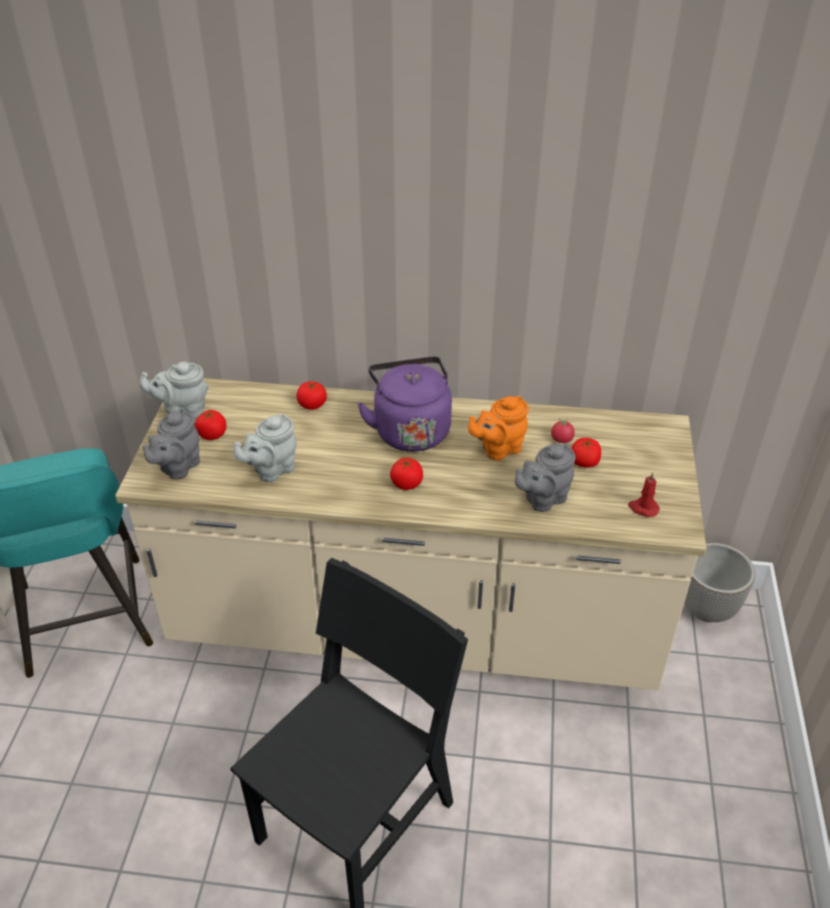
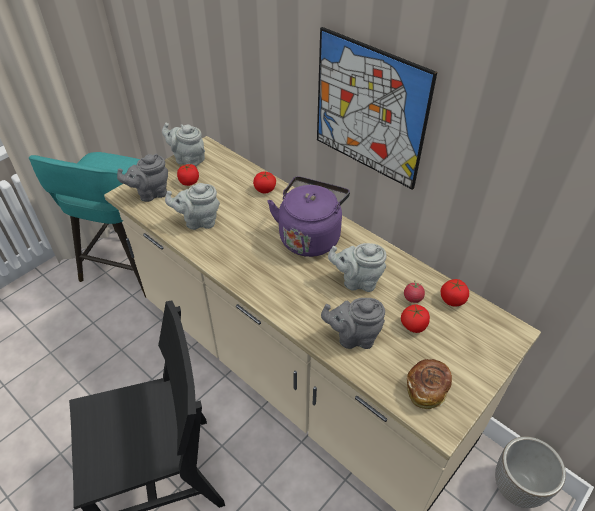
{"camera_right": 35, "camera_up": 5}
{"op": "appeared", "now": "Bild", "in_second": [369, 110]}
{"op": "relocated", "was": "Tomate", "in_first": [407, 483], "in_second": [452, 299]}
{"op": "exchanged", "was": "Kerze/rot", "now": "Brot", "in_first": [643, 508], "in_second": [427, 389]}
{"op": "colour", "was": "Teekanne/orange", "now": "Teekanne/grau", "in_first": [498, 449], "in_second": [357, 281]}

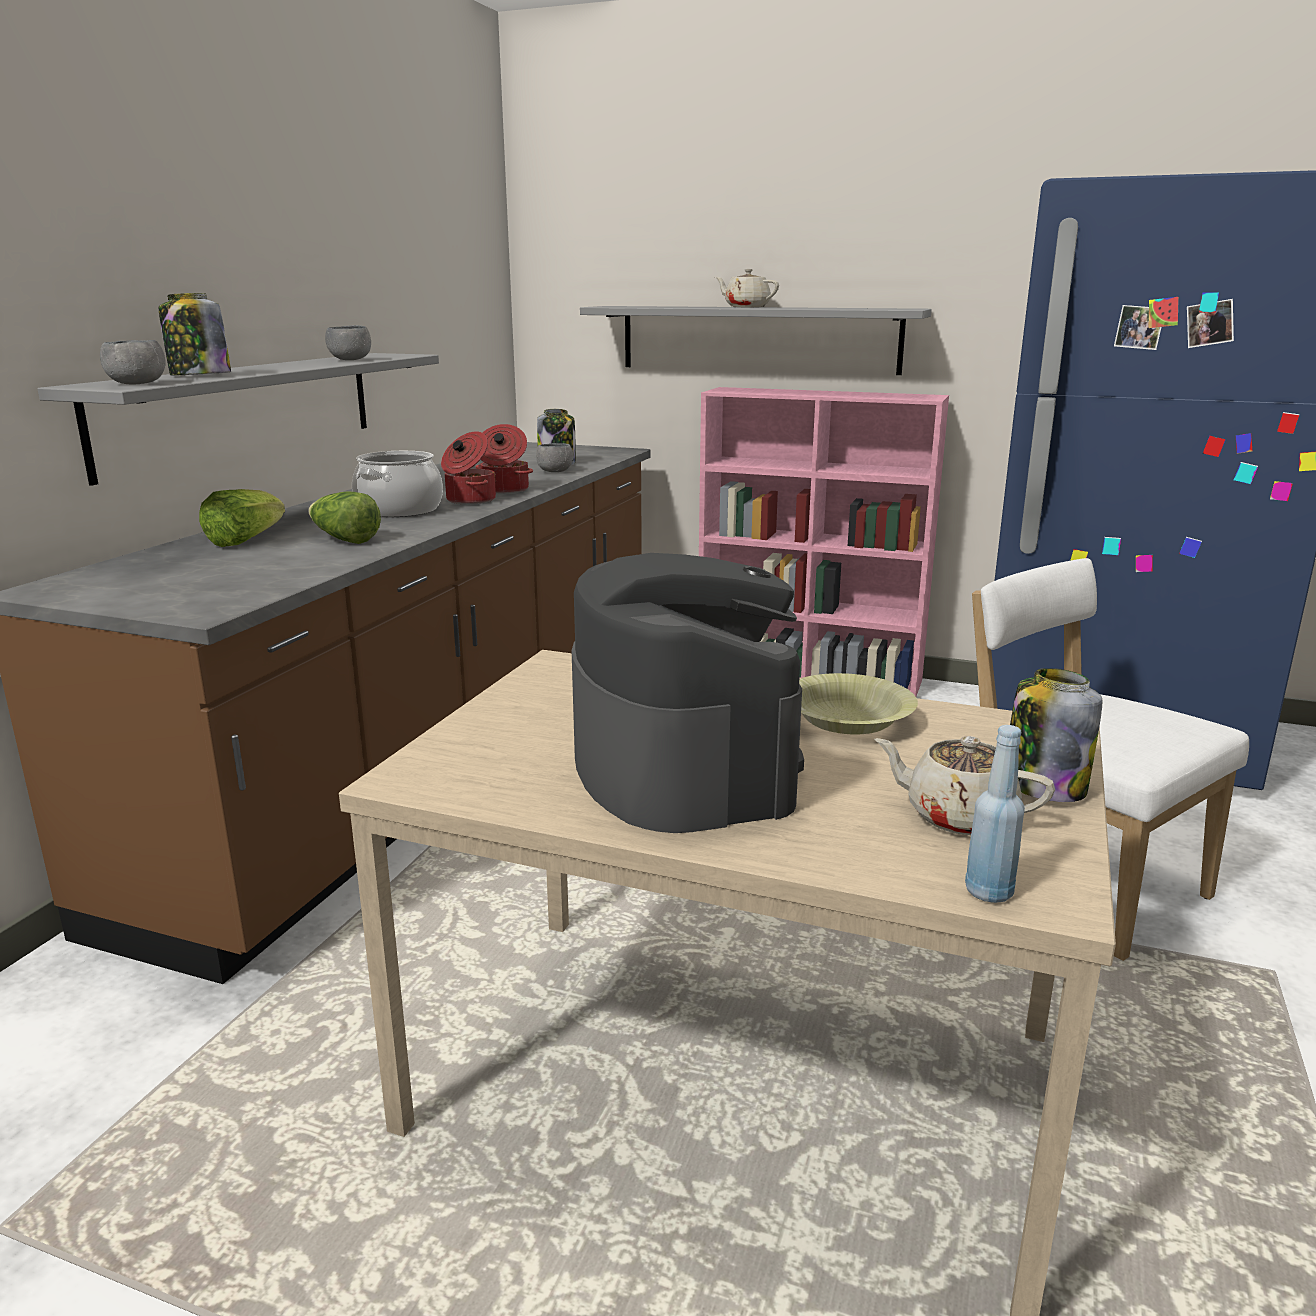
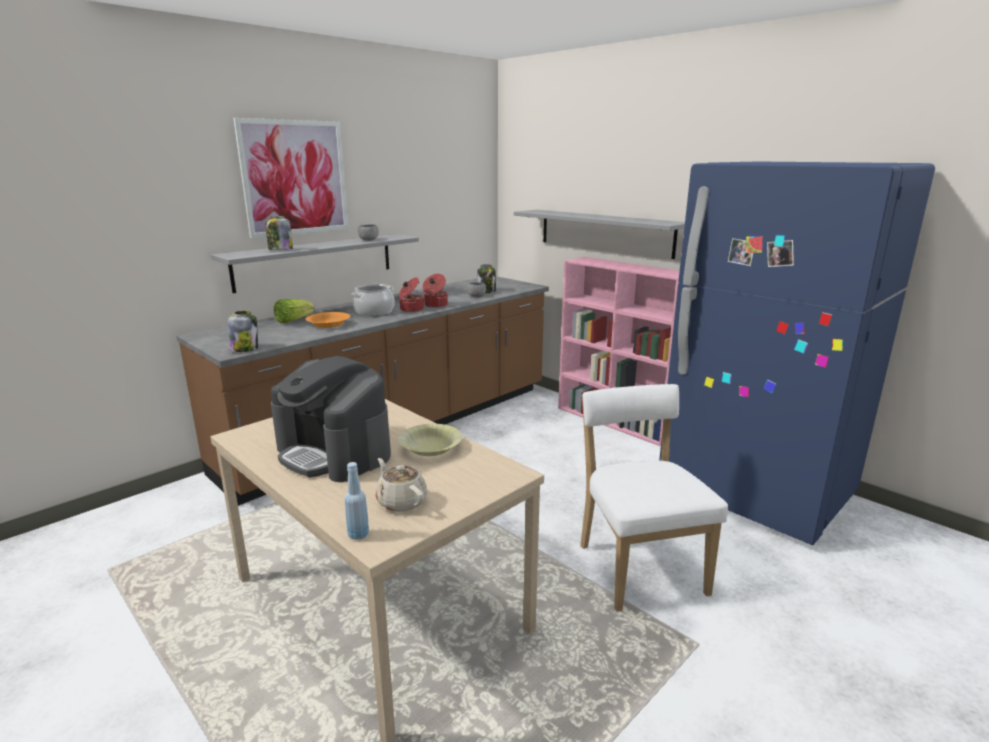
{"camera_right": 25, "camera_up": 0}
{"op": "missing", "was": "Schüssel/grau", "in_first": [137, 384]}
{"op": "missing", "was": "Teekanne/beige", "in_first": [746, 307]}
{"op": "appeared", "now": "Bild", "in_second": [295, 178]}
{"op": "relocated", "was": "Vorratsglas", "in_first": [1042, 786], "in_second": [244, 349]}
{"op": "exchanged", "was": "Salatkopf", "now": "Schüssel/orange", "in_first": [344, 539], "in_second": [328, 325]}
{"op": "spun", "was": "Kaffeemaschine", "in_first": [682, 765], "in_second": [334, 453], "clockwise": 120}

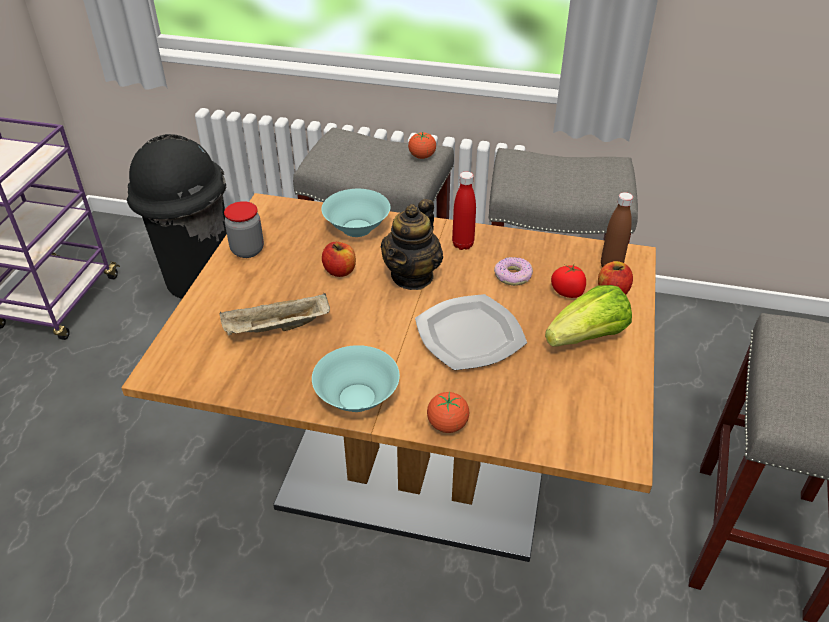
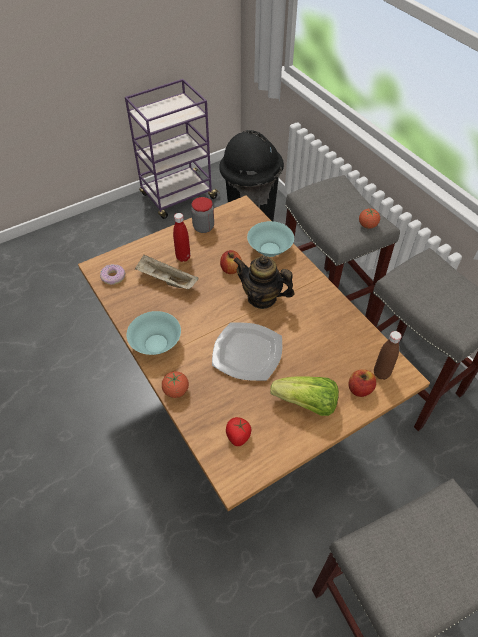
{"camera_right": 45, "camera_up": 10}
{"op": "relocated", "was": "Flasche/rot", "in_first": [463, 244], "in_second": [183, 257]}
{"op": "relocated", "was": "Donut", "in_first": [513, 276], "in_second": [113, 277]}
{"op": "relocated", "was": "Tomate", "in_first": [567, 292], "in_second": [238, 436]}
{"op": "spun", "was": "Teekanne", "in_first": [412, 276], "in_second": [262, 298], "clockwise": 45}

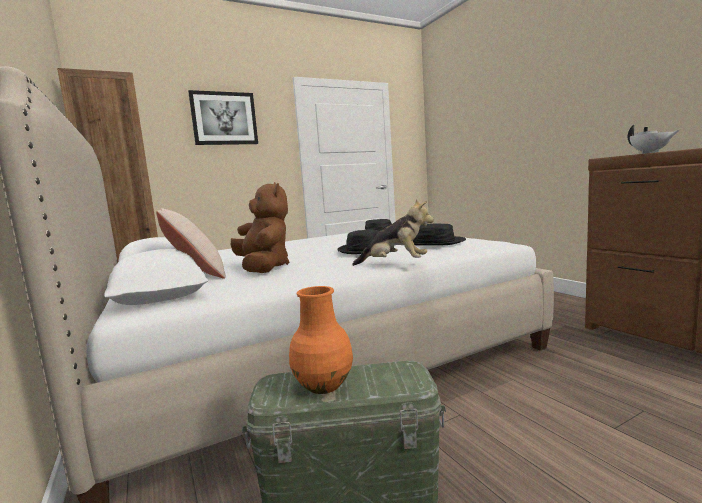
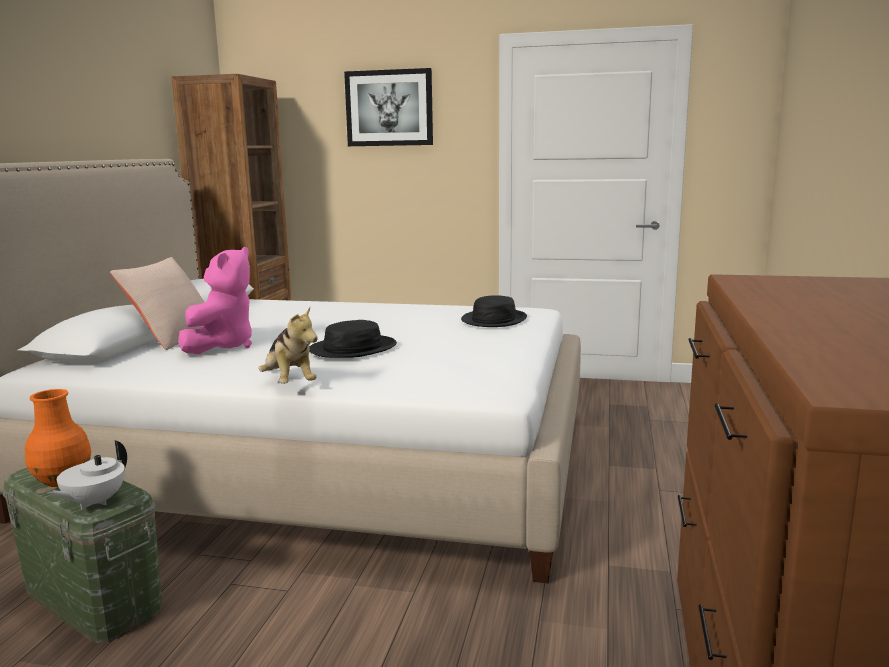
{"camera_right": 40, "camera_up": 5}
{"op": "missing", "was": "Hut/schwarz", "in_first": [433, 242]}
{"op": "relocated", "was": "Teekanne/weiß", "in_first": [650, 152], "in_second": [94, 502]}
{"op": "colour", "was": "Plüschtier/braun", "now": "Plüschtier/rosa", "in_first": [264, 268], "in_second": [222, 346]}

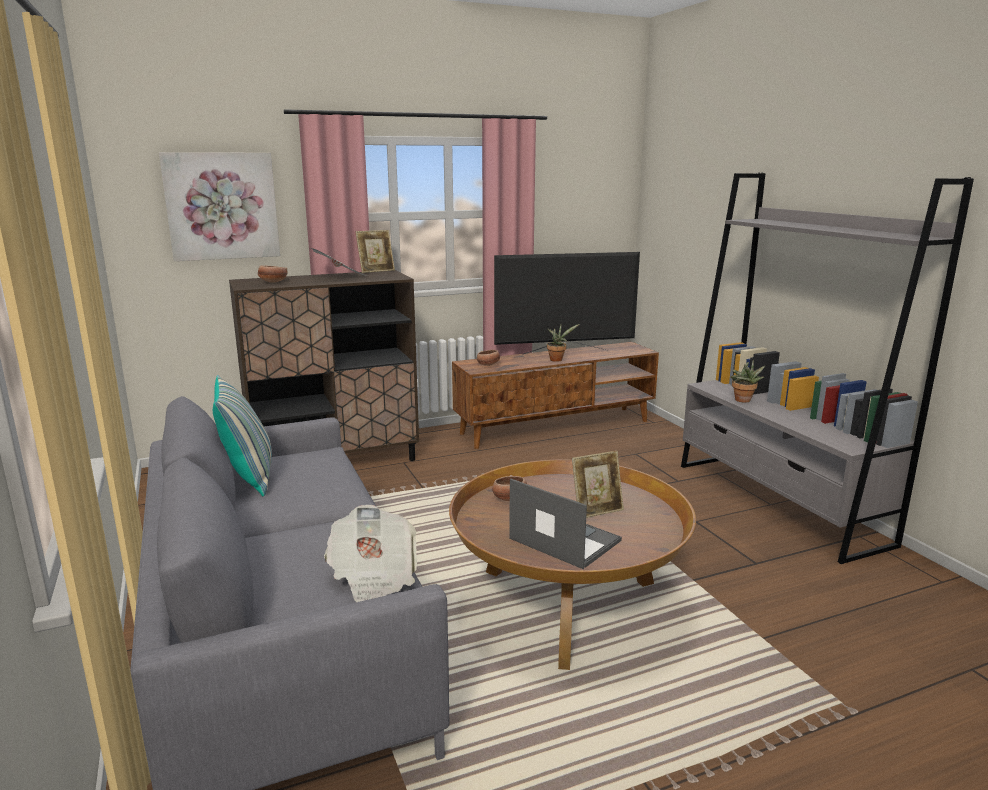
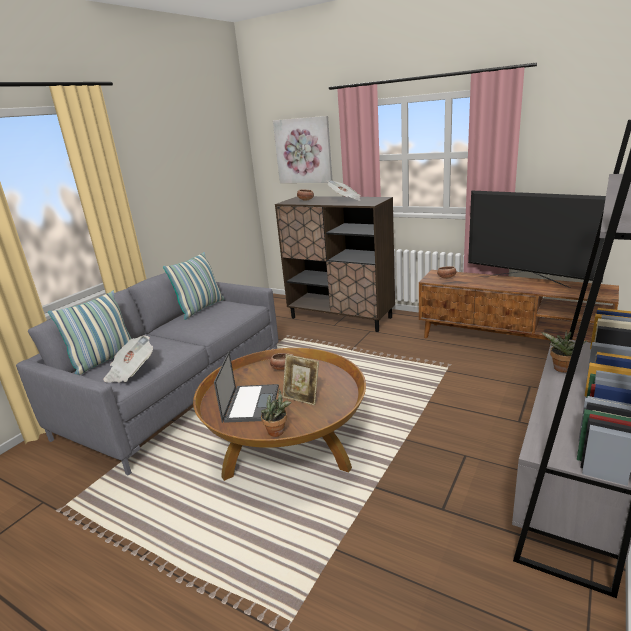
{"camera_right": 55, "camera_up": 5}
{"op": "missing", "was": "Bilderrahmen", "in_first": [376, 271]}
{"op": "appeared", "now": "Kissen", "in_second": [104, 360]}
{"op": "relocated", "was": "Topfpflanze", "in_first": [557, 359], "in_second": [278, 432]}

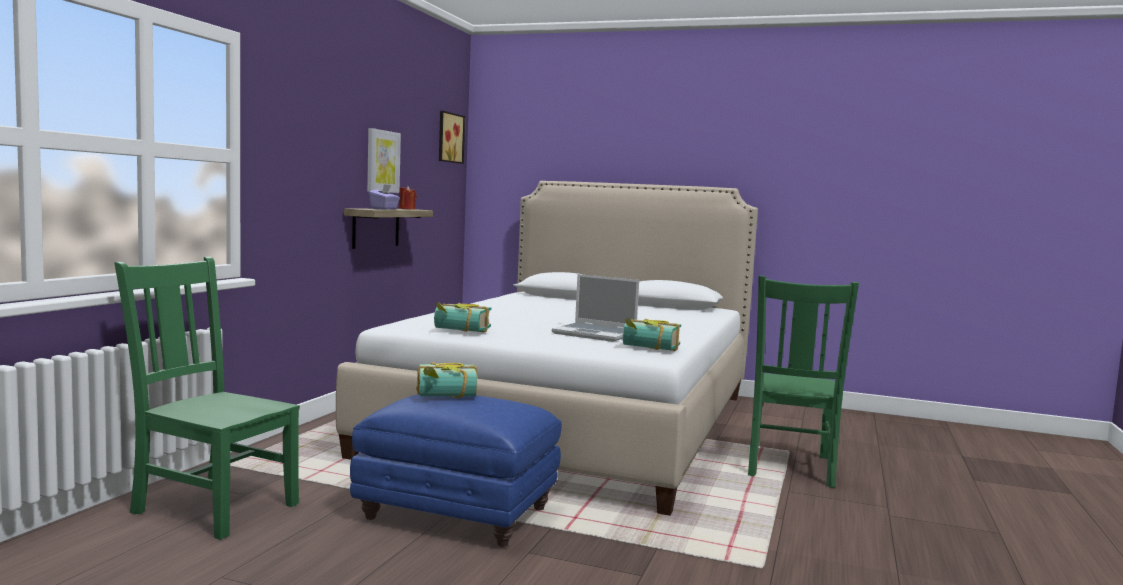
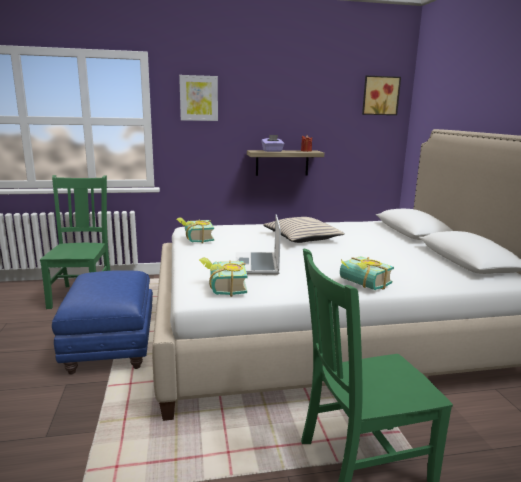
{"camera_right": 60, "camera_up": 10}
{"op": "appeared", "now": "Kissen/beige", "in_second": [302, 237]}
{"op": "relocated", "was": "Bild", "in_first": [382, 161], "in_second": [198, 98]}
{"op": "relocated", "was": "Buch", "in_first": [447, 397], "in_second": [361, 284]}

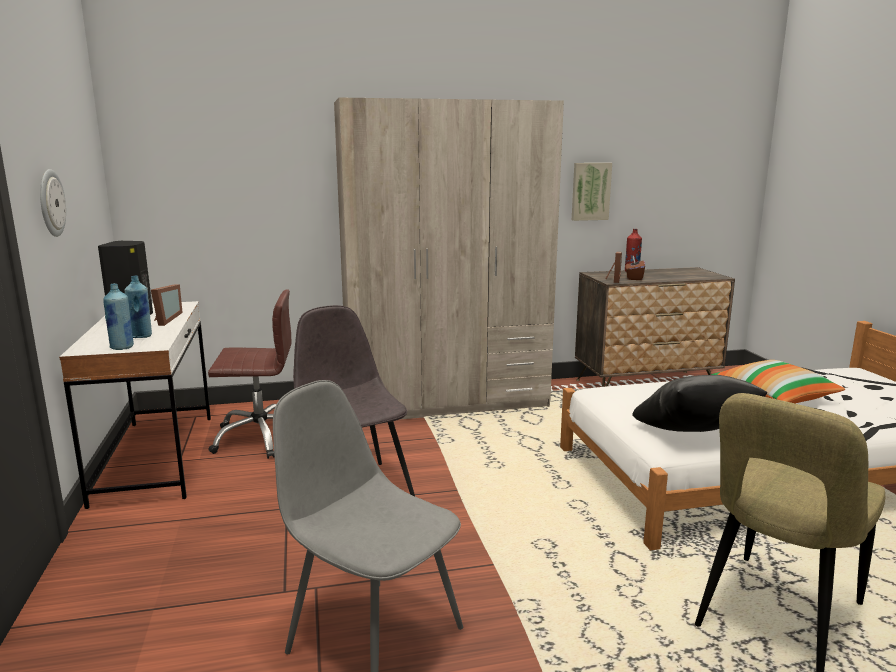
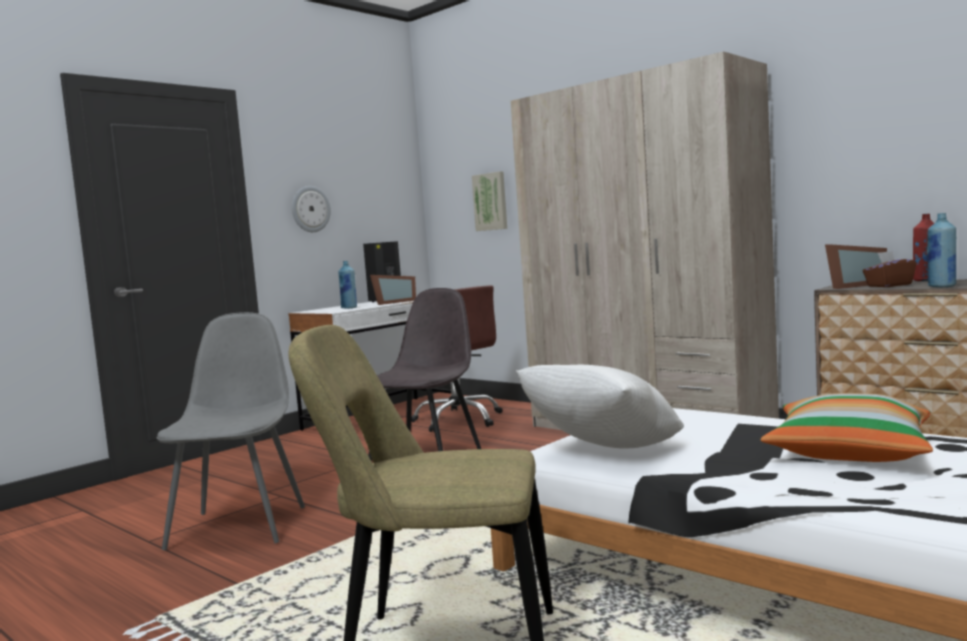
{"camera_right": 55, "camera_up": -10}
{"op": "relocated", "was": "Flasche/blau", "in_first": [122, 347], "in_second": [942, 286]}
{"op": "relocated", "was": "Bild", "in_first": [590, 191], "in_second": [491, 201]}
{"op": "colour", "was": "Kissen/schwarz", "now": "Kissen/weiß", "in_first": [694, 436], "in_second": [603, 452]}

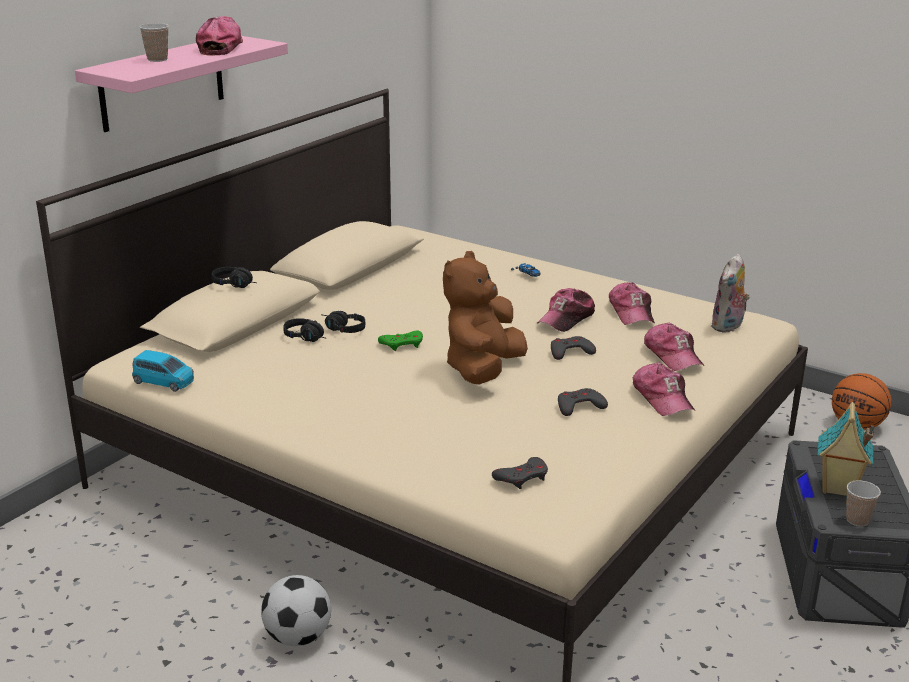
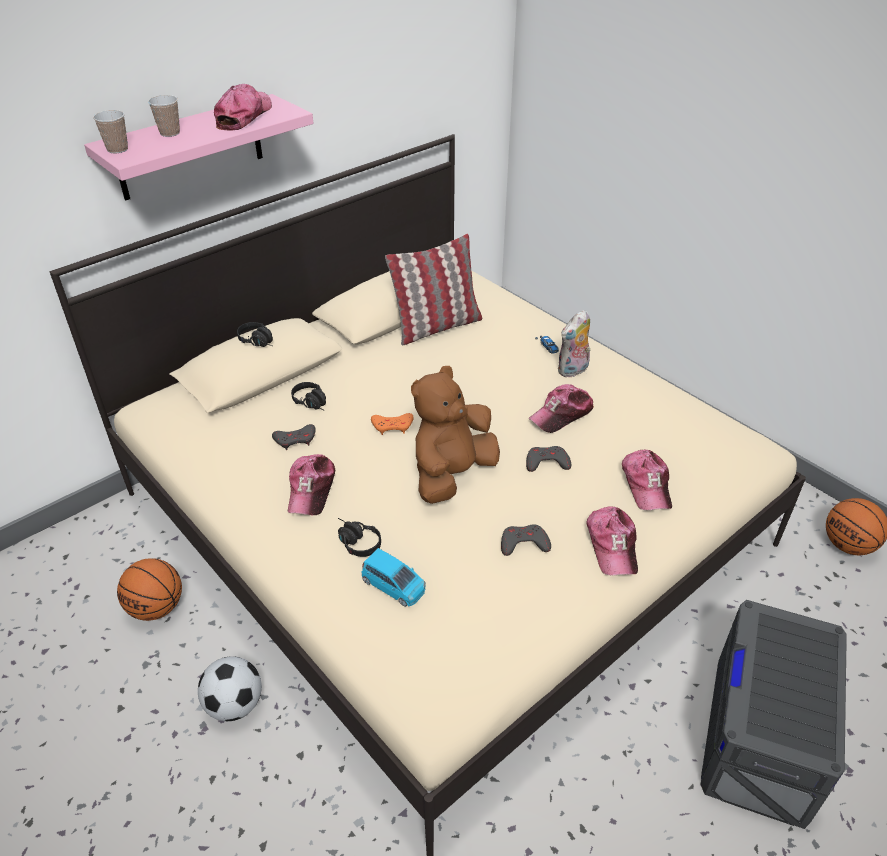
{"camera_right": 15, "camera_up": 15}
{"op": "missing", "was": "Spielzeughaus", "in_first": [837, 488]}
{"op": "appeared", "now": "Basketball", "in_second": [156, 608]}
{"op": "appeared", "now": "Kissen", "in_second": [436, 326]}
{"op": "relocated", "was": "Spielzeugauto/blau", "in_first": [164, 382], "in_second": [393, 586]}
{"op": "relocated", "was": "Kopfhörer/schwarz", "in_first": [341, 329], "in_second": [355, 542]}
{"op": "relocated", "was": "Gamepad/grau", "in_first": [522, 477], "in_second": [295, 439]}
{"op": "relocated", "was": "Kappe", "in_first": [632, 312], "in_second": [311, 490]}
{"op": "relocated", "was": "Plüschtier", "in_first": [728, 327], "in_second": [573, 371]}
{"op": "relocated", "was": "Tasse", "in_first": [857, 520], "in_second": [117, 149]}
{"op": "colour", "was": "Gamepad/grün", "now": "Gamepad/orange", "in_first": [402, 344], "in_second": [392, 426]}

